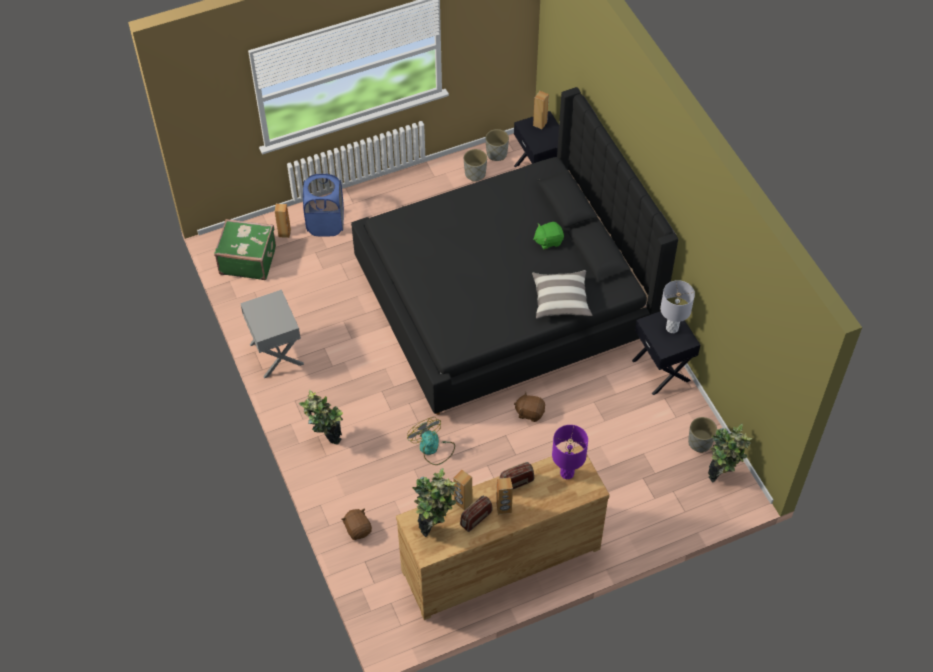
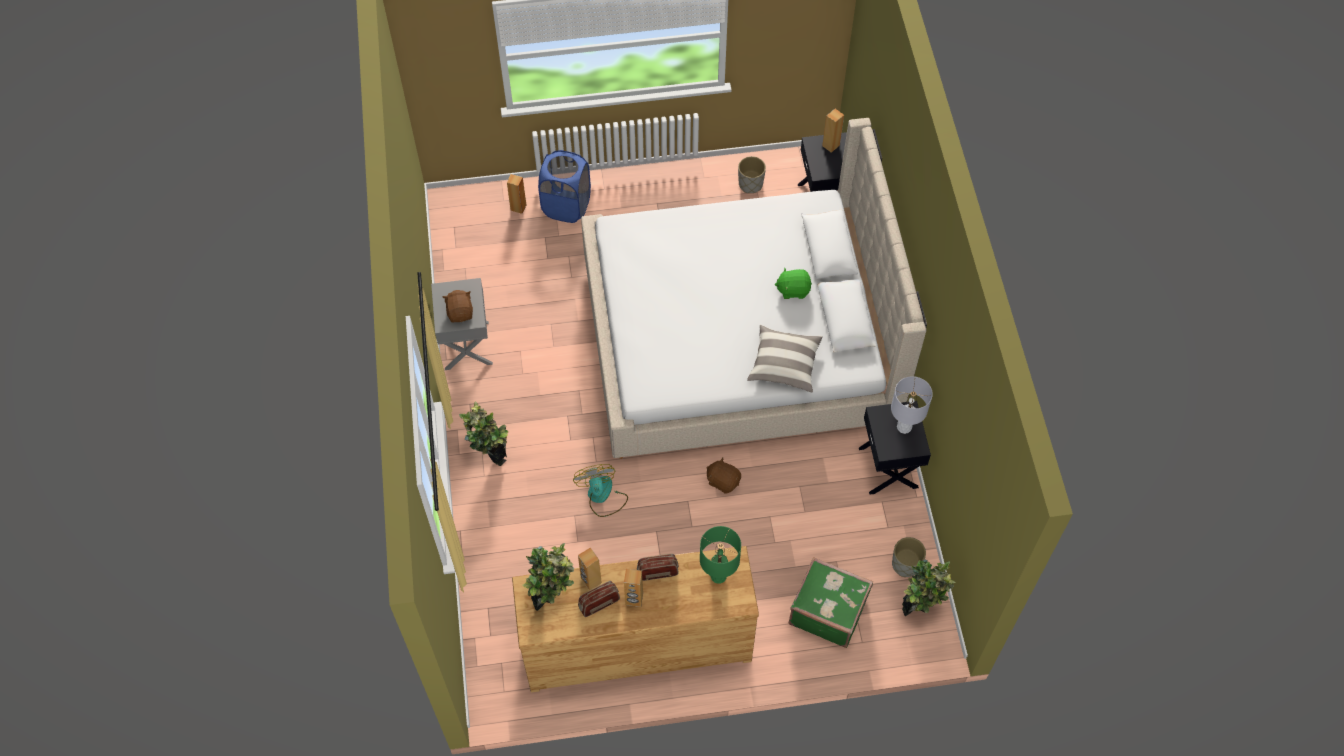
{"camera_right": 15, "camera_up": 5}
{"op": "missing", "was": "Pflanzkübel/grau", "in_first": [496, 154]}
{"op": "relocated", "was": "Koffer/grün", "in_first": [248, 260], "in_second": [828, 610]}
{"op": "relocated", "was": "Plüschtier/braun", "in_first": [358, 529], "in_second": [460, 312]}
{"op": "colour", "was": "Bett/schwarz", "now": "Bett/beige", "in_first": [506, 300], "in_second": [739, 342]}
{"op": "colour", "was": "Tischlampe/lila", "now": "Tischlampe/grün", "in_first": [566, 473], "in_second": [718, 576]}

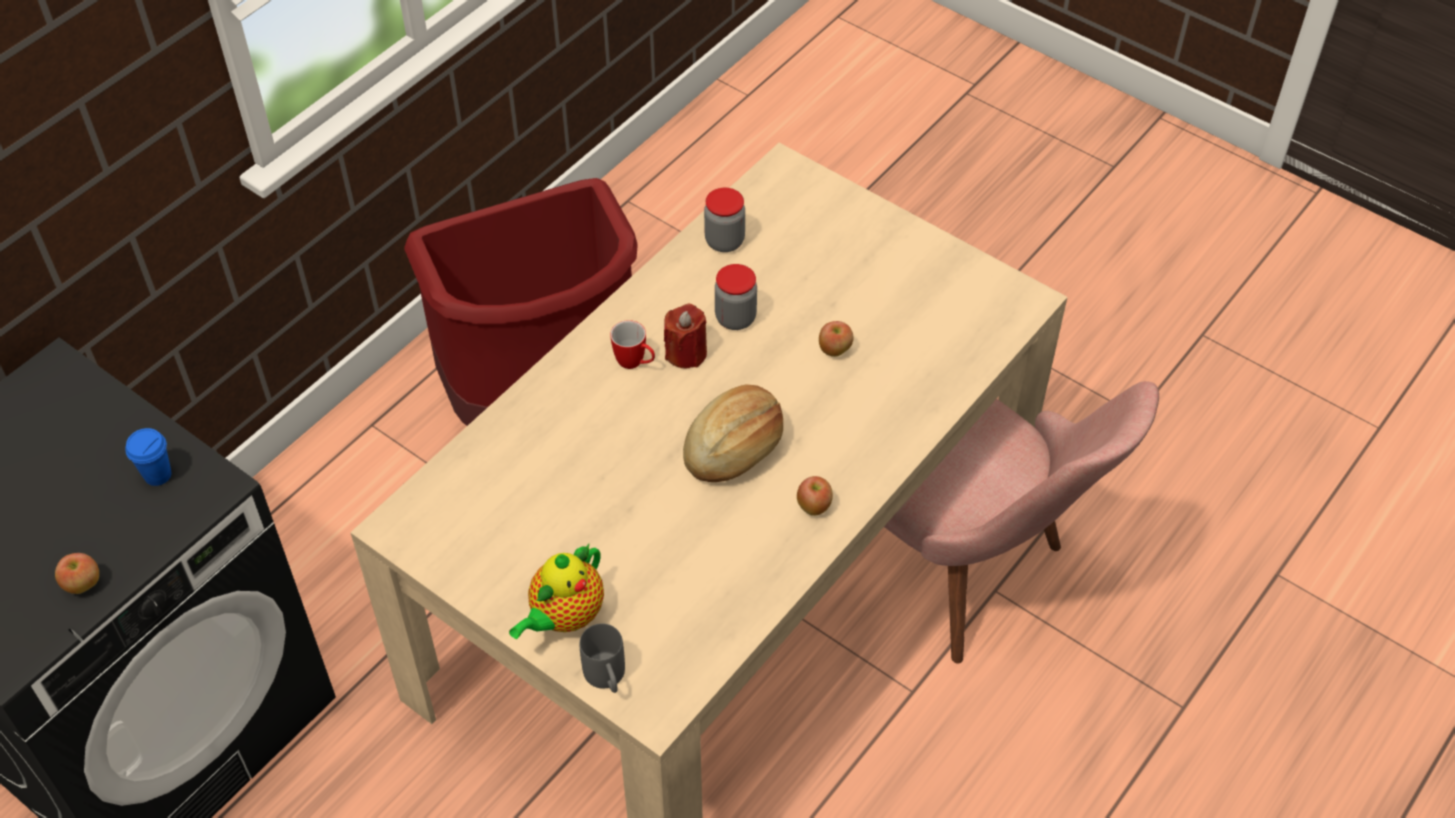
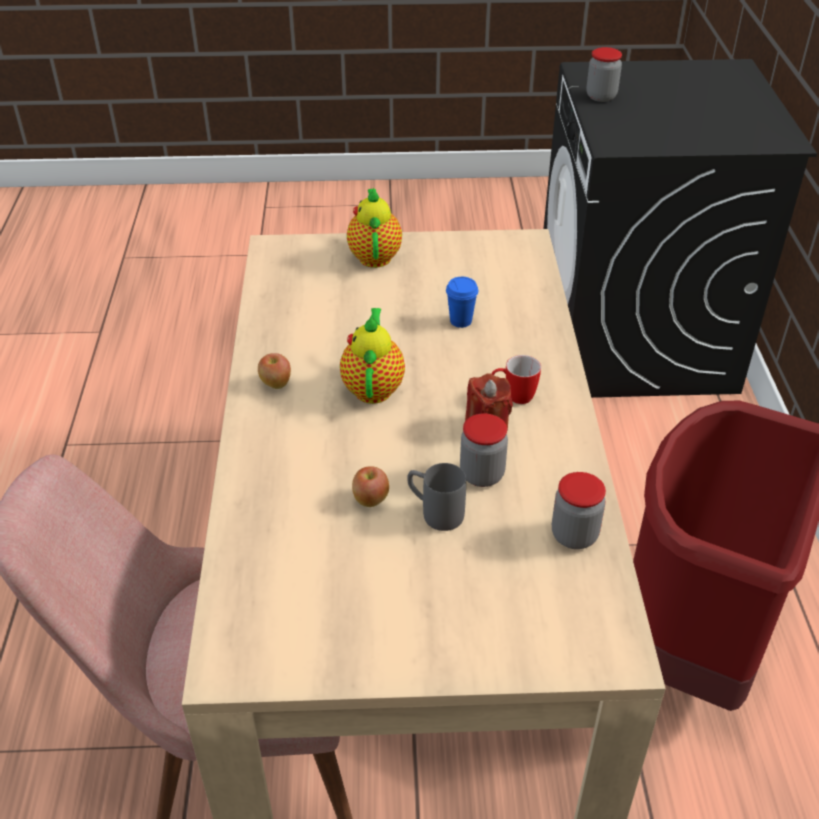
{"camera_right": 140, "camera_up": -10}
{"op": "relocated", "was": "Tasse/blau", "in_first": [158, 475], "in_second": [460, 321]}
{"op": "relocated", "was": "Henkelbecher/grau", "in_first": [607, 679], "in_second": [434, 512]}
{"op": "exchanged", "was": "Apfel", "now": "Vorratsglas", "in_first": [83, 585], "in_second": [601, 96]}
{"op": "exchanged", "was": "Brot", "now": "Teekanne", "in_first": [735, 447], "in_second": [373, 387]}

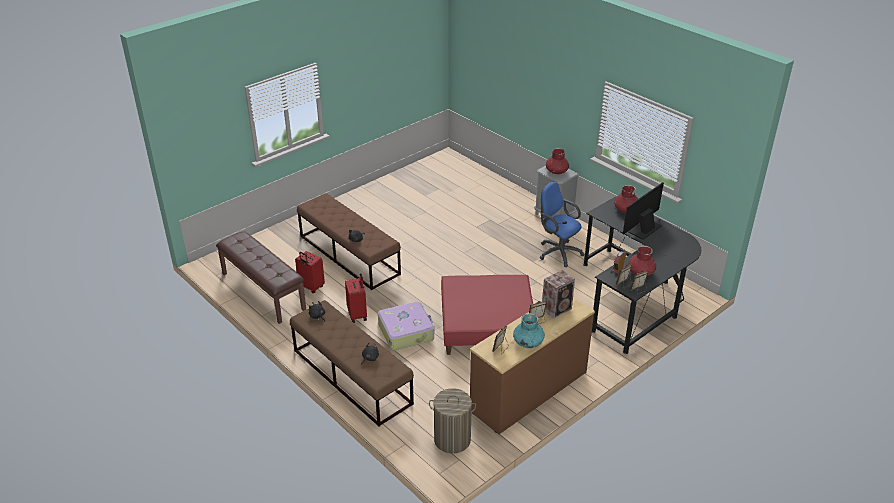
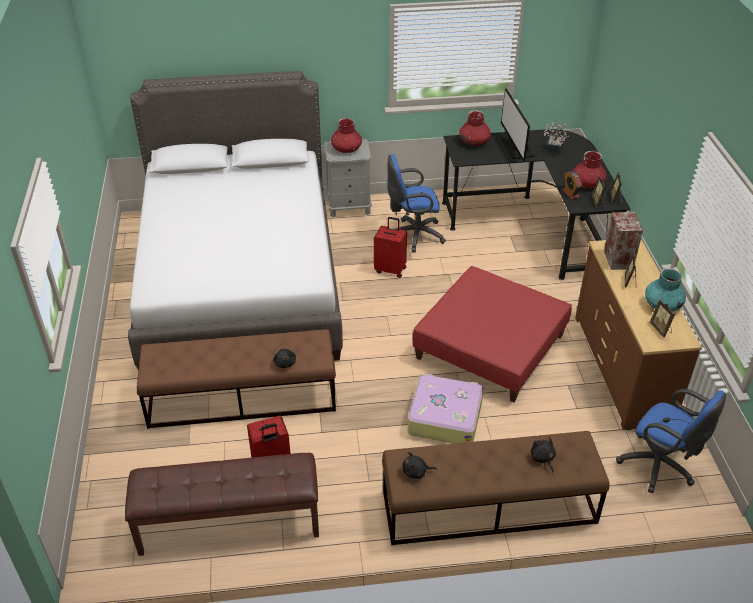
{"camera_right": -55, "camera_up": 5}
{"op": "appeared", "now": "Bett/grau", "in_second": [239, 279]}
{"op": "appeared", "now": "Topfpflanze", "in_second": [553, 148]}
{"op": "relocated", "was": "Koffer/rot", "in_first": [358, 315], "in_second": [390, 269]}
{"op": "exchanged", "was": "Wäschekorb", "now": "Bürostuhl/blau", "in_first": [452, 440], "in_second": [660, 467]}

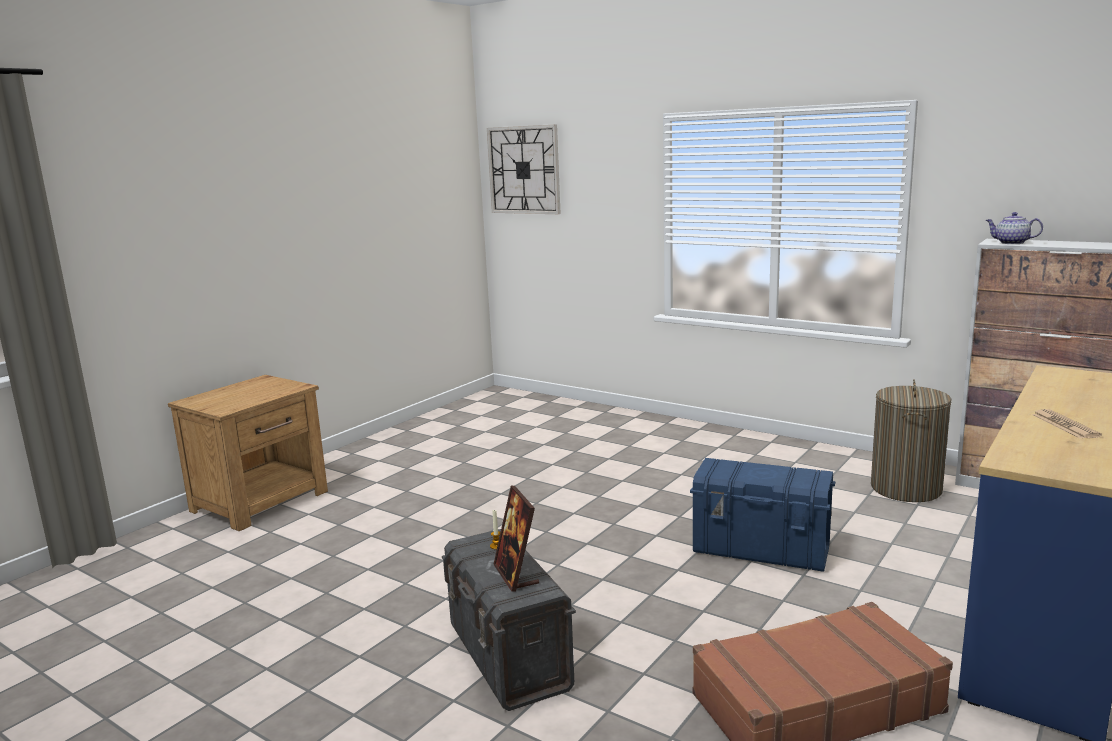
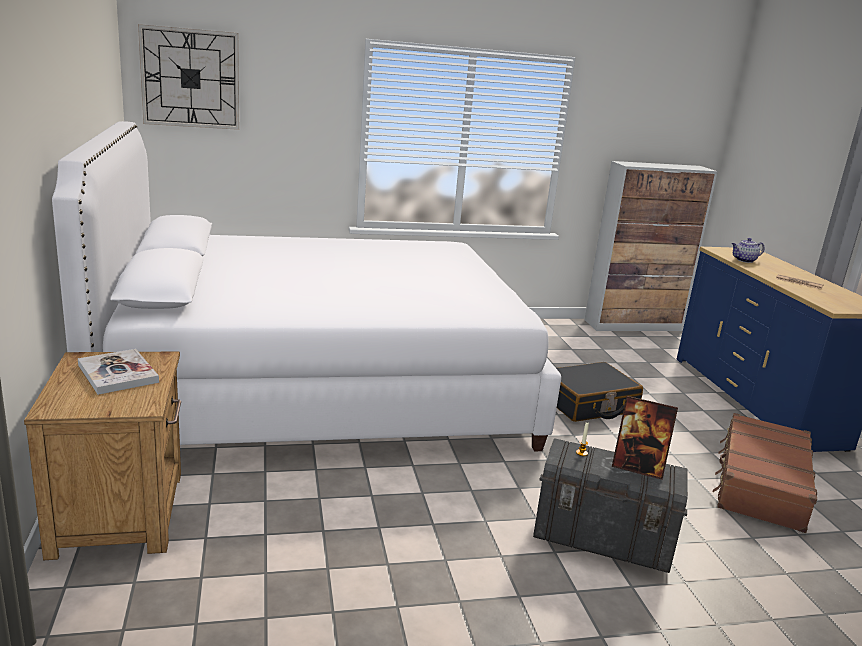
{"camera_right": -50, "camera_up": 5}
{"op": "missing", "was": "Wäschekorb", "in_first": [906, 488]}
{"op": "appeared", "now": "Bett/weiß", "in_second": [318, 388]}
{"op": "appeared", "now": "Buch", "in_second": [118, 373]}
{"op": "relocated", "was": "Teekanne", "in_first": [1011, 243], "in_second": [744, 260]}
{"op": "exchanged", "was": "Aufbewahrungsbox/blau", "now": "Koffer/schwarz", "in_first": [761, 550], "in_second": [588, 404]}

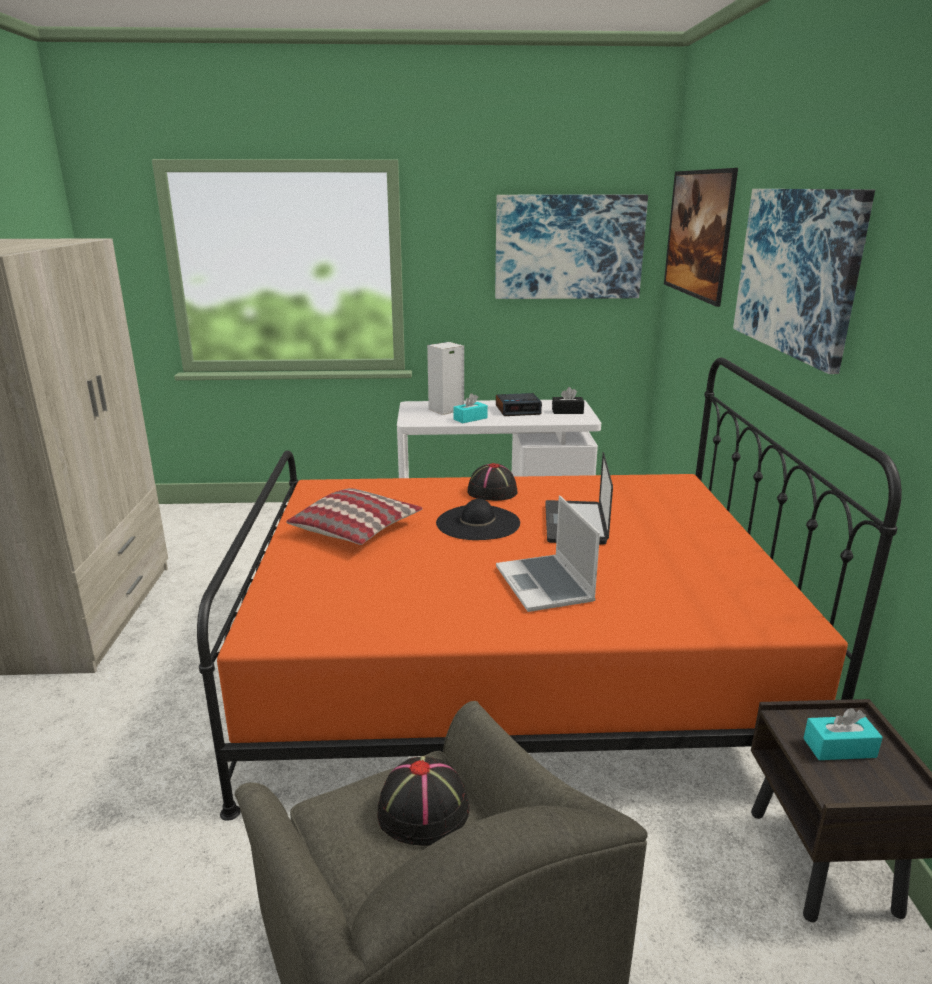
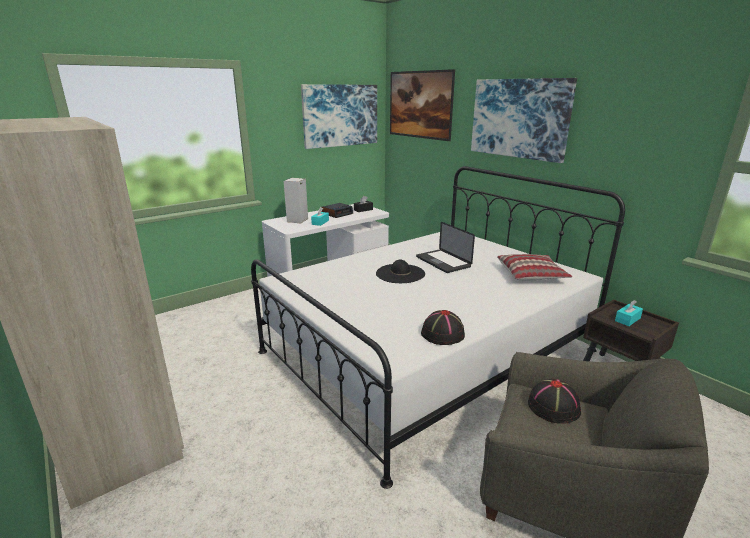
{"camera_right": -35, "camera_up": 0}
{"op": "missing", "was": "Laptop", "in_first": [546, 585]}
{"op": "relocated", "was": "Kissen", "in_first": [357, 529], "in_second": [531, 275]}
{"op": "relocated", "was": "Hut/schwarz", "in_first": [491, 492], "in_second": [442, 334]}
{"op": "colour", "was": "Bett/orange", "now": "Bett/weiß", "in_first": [509, 668], "in_second": [427, 350]}

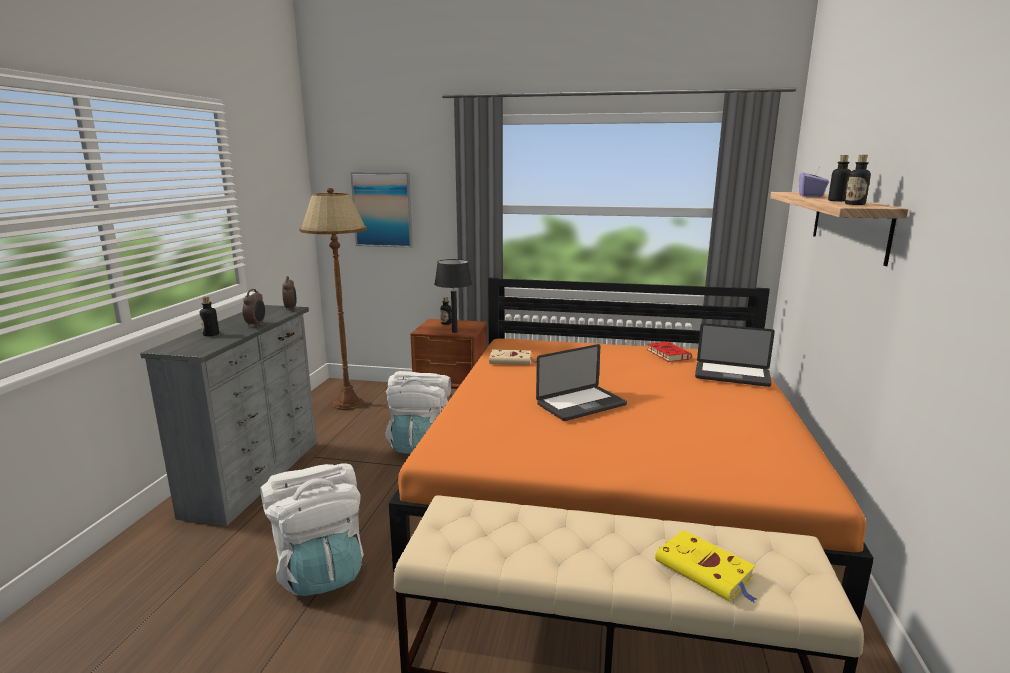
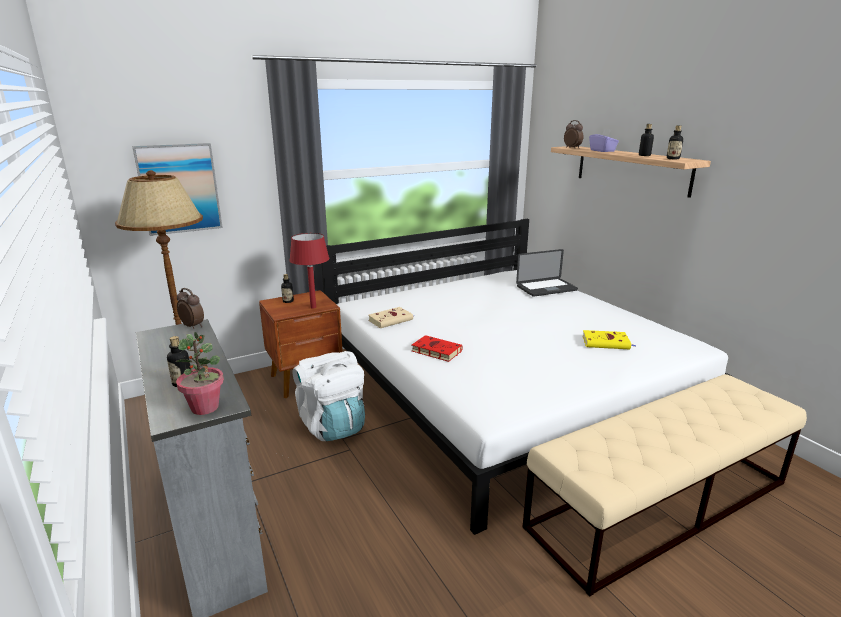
{"camera_right": -40, "camera_up": 5}
{"op": "missing", "was": "Rucksack/weiß", "in_first": [320, 569]}
{"op": "missing", "was": "Laptop", "in_first": [581, 405]}
{"op": "appeared", "now": "Topfpflanze", "in_second": [205, 407]}
{"op": "relocated", "was": "Wecker", "in_first": [256, 325], "in_second": [572, 148]}
{"op": "relocated", "was": "Buch/rot", "in_first": [667, 354], "in_second": [435, 351]}
{"op": "relocated", "was": "Buch/gelb", "in_first": [706, 571], "in_second": [607, 343]}
{"op": "colour", "was": "Bett/orange", "now": "Bett/weiß", "in_first": [614, 477], "in_second": [504, 389]}
{"op": "colour", "was": "Tischlampe/schwarz", "now": "Tischlampe/rot", "in_first": [454, 332], "in_second": [313, 307]}

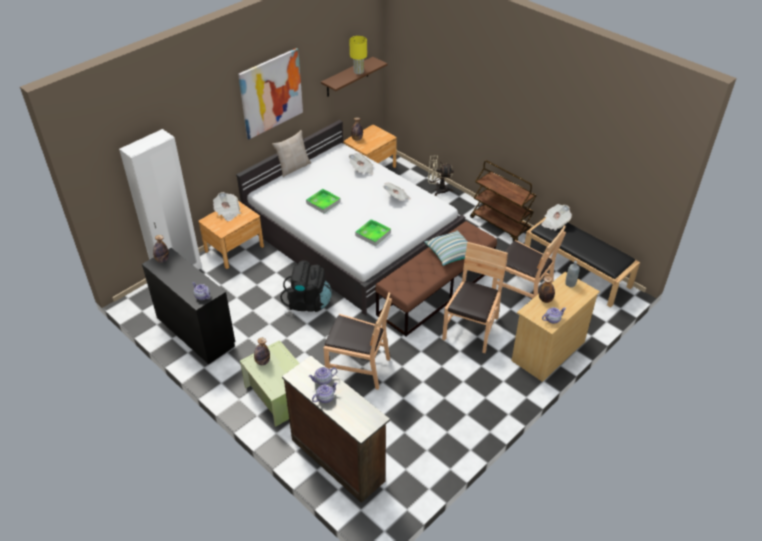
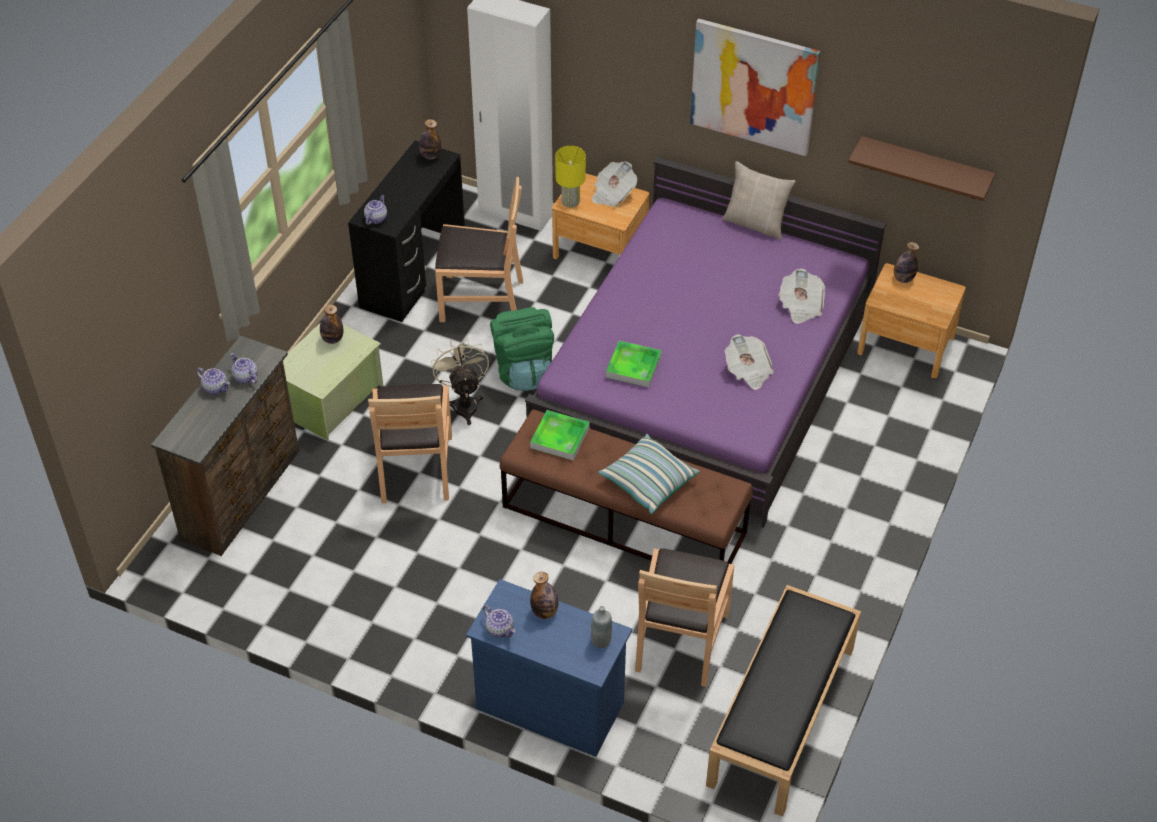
{"camera_right": 70, "camera_up": 5}
{"op": "missing", "was": "Rollwagen/braun", "in_first": [500, 225]}
{"op": "missing", "was": "Zeitung", "in_first": [554, 223]}
{"op": "relocated", "was": "Tablett", "in_first": [323, 202], "in_second": [560, 438]}
{"op": "relocated", "was": "Tischlampe/gelb", "in_first": [359, 71], "in_second": [570, 202]}
{"op": "relocated", "was": "Ventilator/beige", "in_first": [437, 190], "in_second": [464, 403]}
{"op": "relocated", "was": "Stuhl/braun", "in_first": [471, 329], "in_second": [481, 300]}
{"op": "colour", "was": "Bett/weiß", "now": "Bett/lila", "in_first": [351, 236], "in_second": [705, 374]}
{"op": "colour", "was": "Rucksack/schwarz", "now": "Rucksack/grün", "in_first": [308, 302], "in_second": [524, 371]}
{"op": "colour", "was": "Kommode/beige", "now": "Kommode/blau", "in_first": [548, 351], "in_second": [549, 705]}

